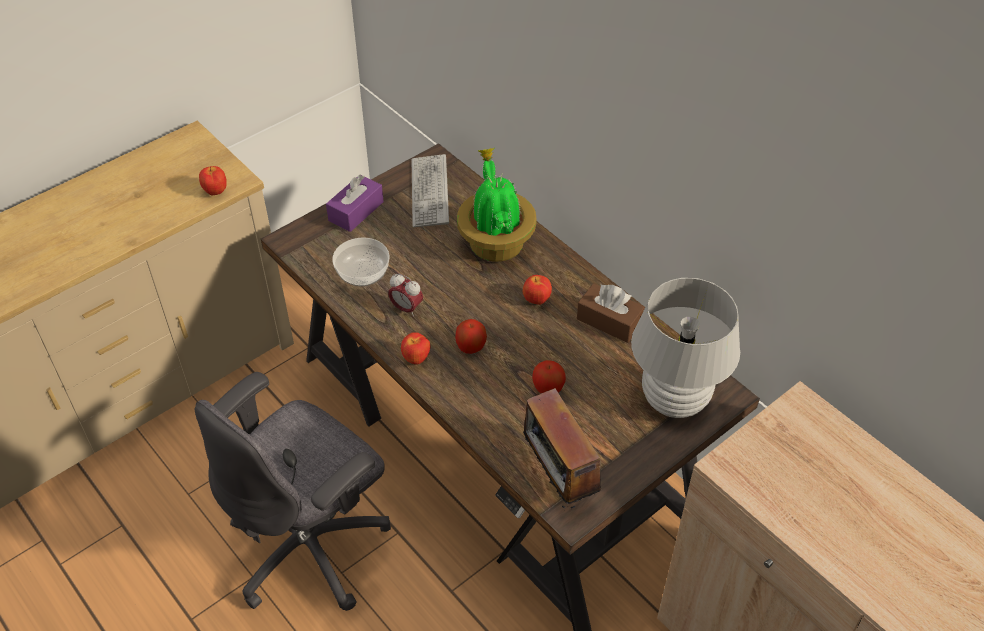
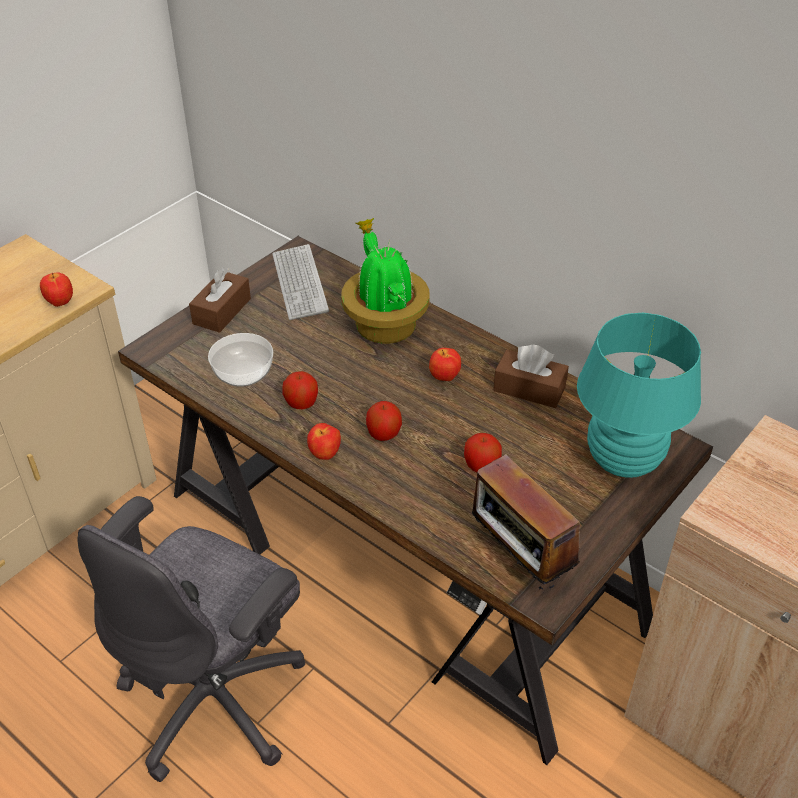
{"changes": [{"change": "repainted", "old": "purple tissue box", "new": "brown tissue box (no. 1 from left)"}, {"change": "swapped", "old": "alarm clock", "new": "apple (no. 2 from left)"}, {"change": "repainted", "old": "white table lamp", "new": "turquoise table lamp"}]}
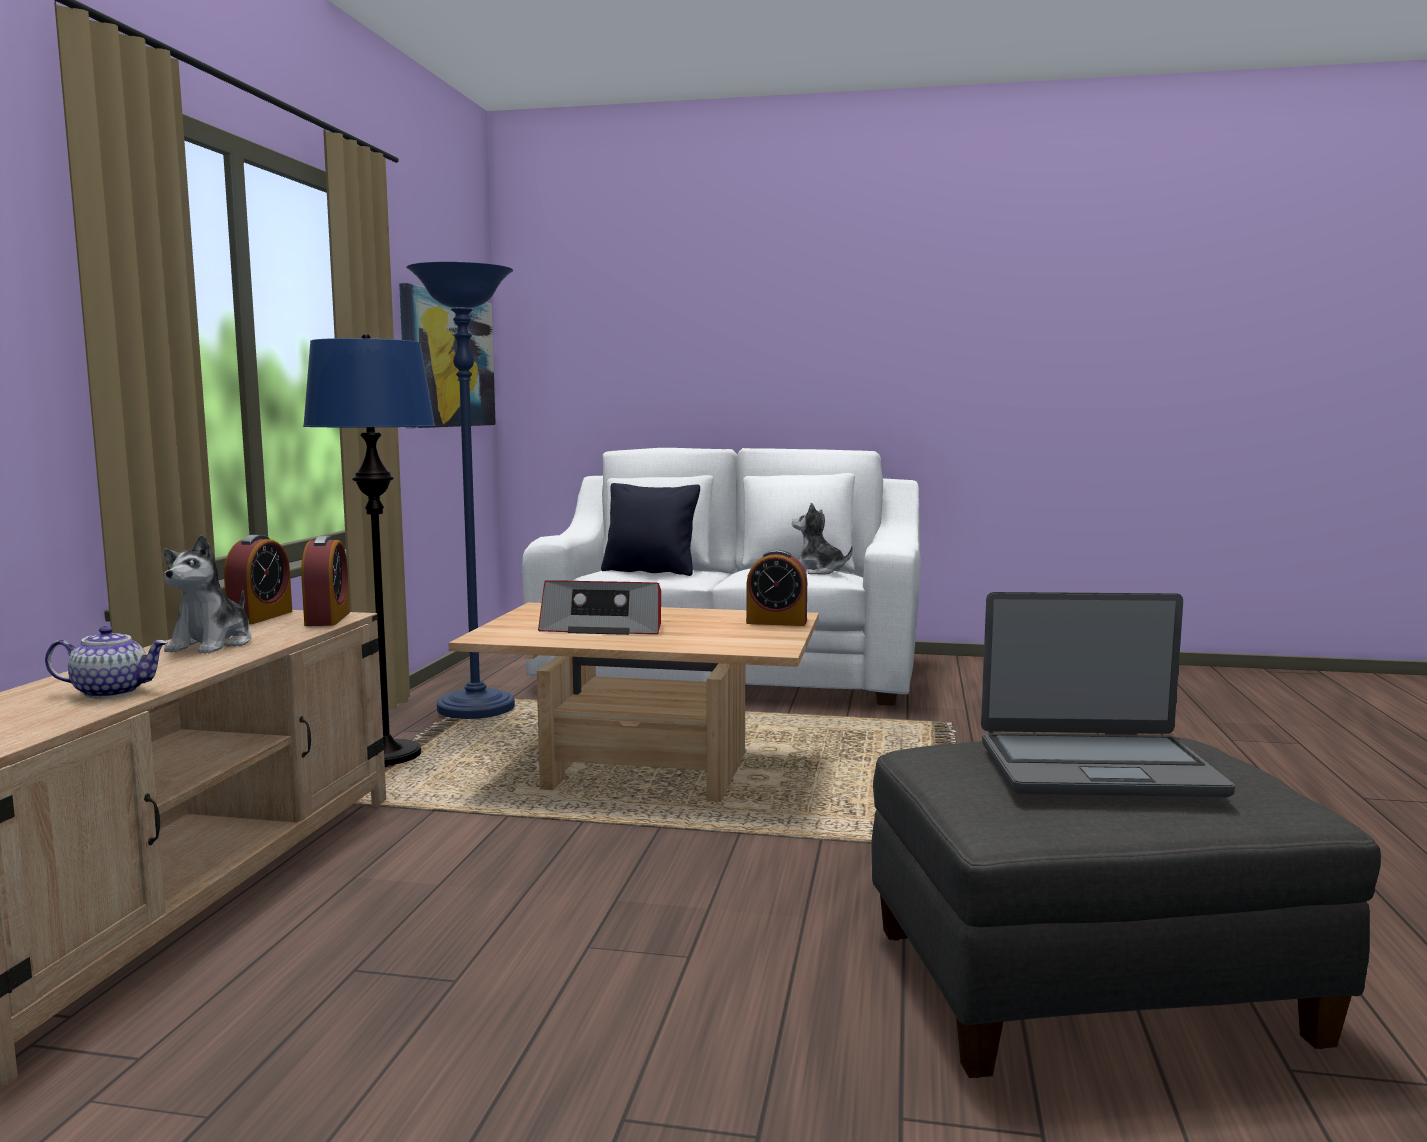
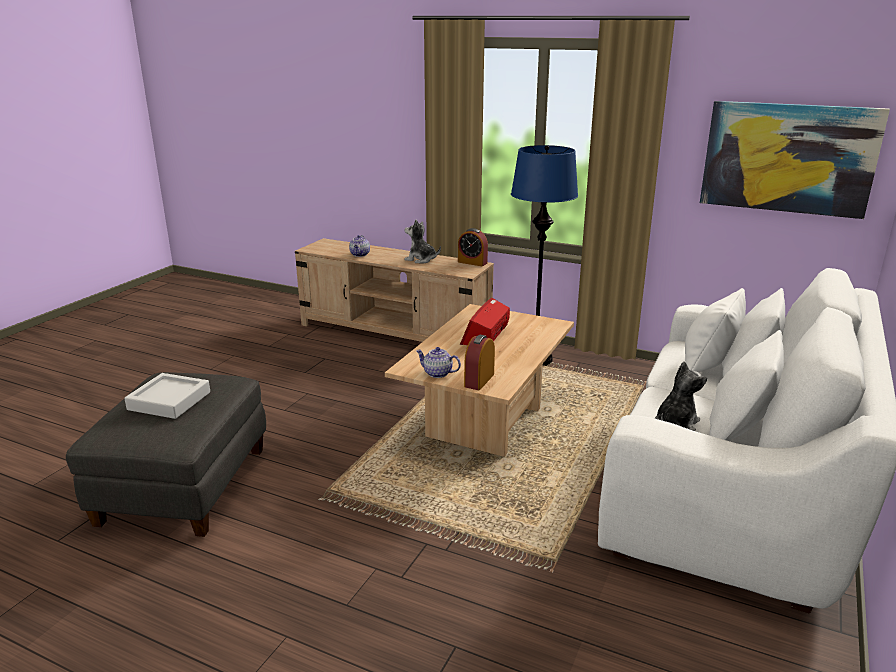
{"changes": [{"change": "swapped", "old": "laptop", "new": "grey tray"}, {"change": "new", "new": "teapot (no. 2 from left)"}, {"change": "repainted", "old": "black pillow", "new": "white pillow"}, {"change": "gone", "old": "alarm clock (no. 2 from left)"}, {"change": "gone", "old": "blue floor lamp (no. 2 from left)"}]}
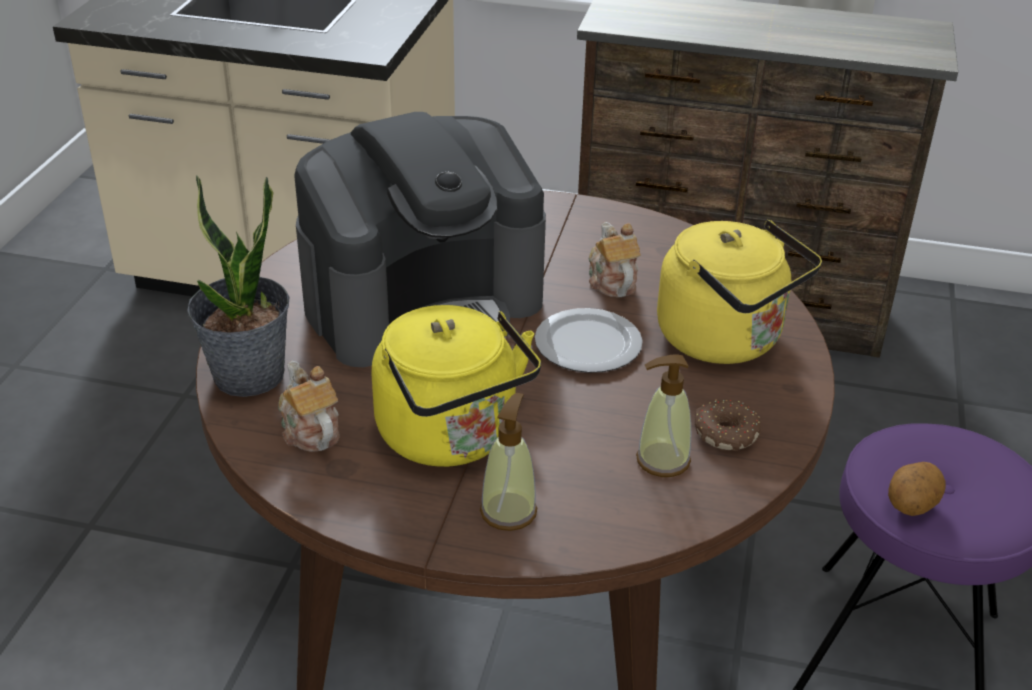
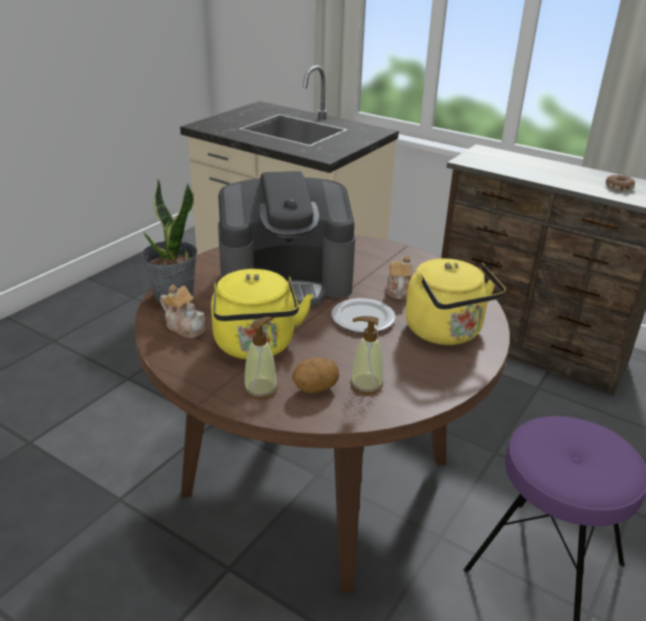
{"changes": [{"change": "rotated", "old": "teapot (no. 1 from left)", "degrees": 135}, {"change": "shifted", "old": "potato"}, {"change": "shifted", "old": "donut"}]}
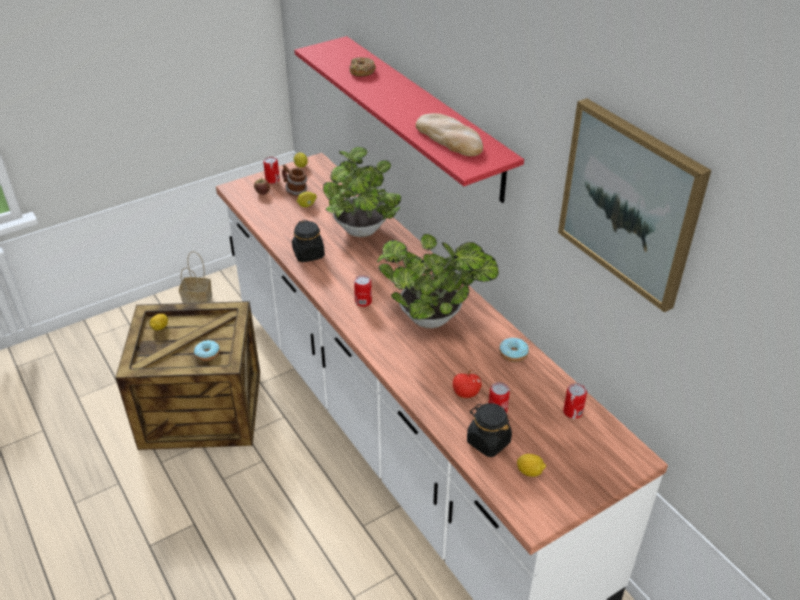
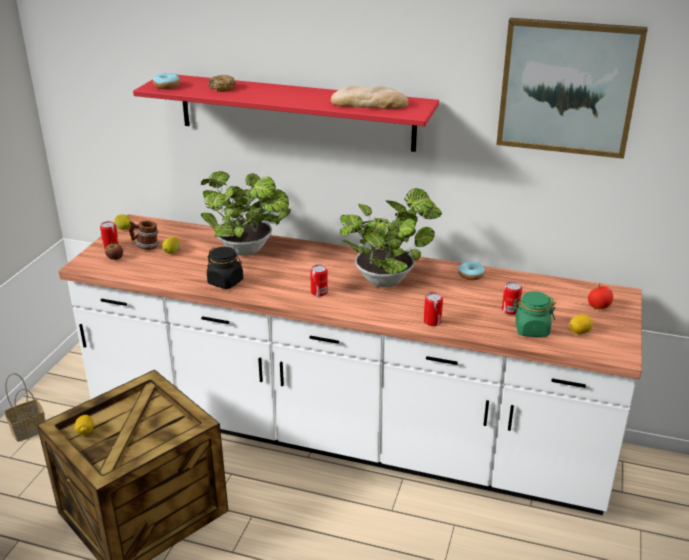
{"changes": [{"change": "shifted", "old": "donut (no. 1 from left)"}, {"change": "shifted", "old": "can (no. 4 from left in the first image)", "new": "can (no. 3 from left)"}, {"change": "repainted", "old": "black jar (no. 2 from left)", "new": "green jar"}, {"change": "shifted", "old": "apple (no. 2 from left)"}]}
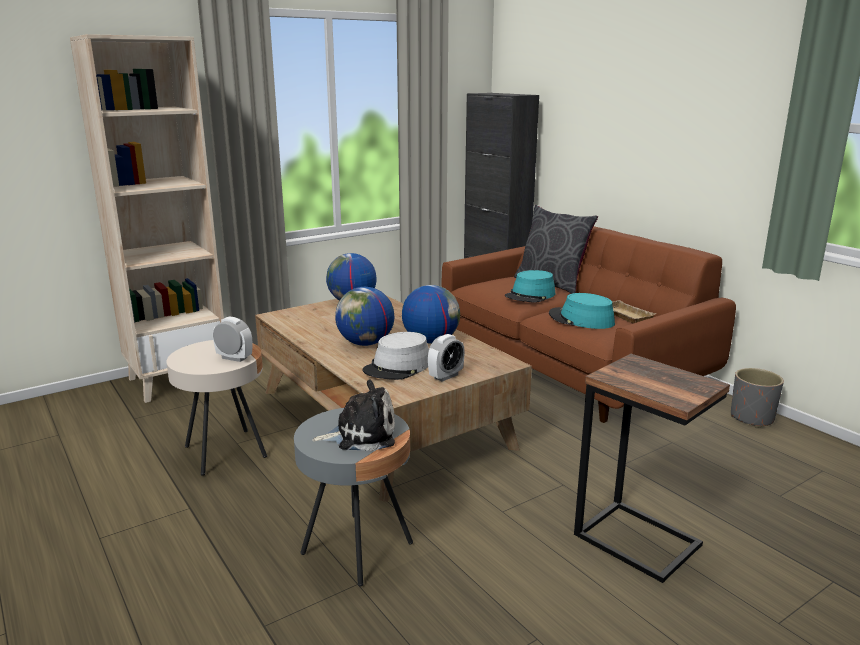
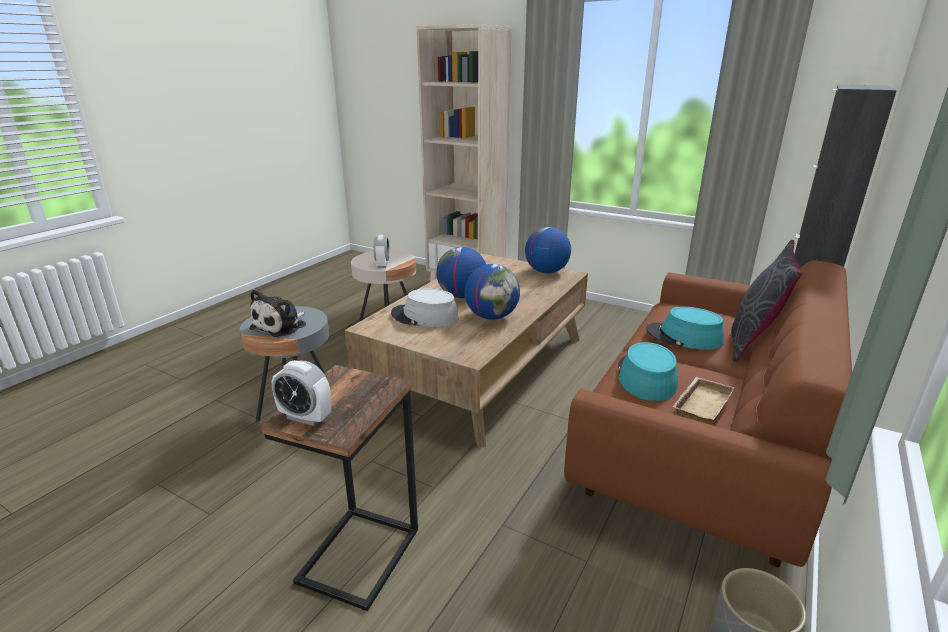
{"changes": [{"change": "rotated", "old": "plush toy", "degrees": 60}, {"change": "shifted", "old": "alarm clock (no. 2 from left in the first image)", "new": "alarm clock (no. 1 from left)"}]}
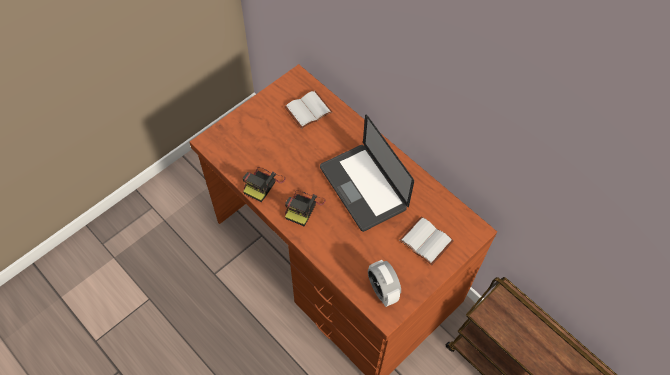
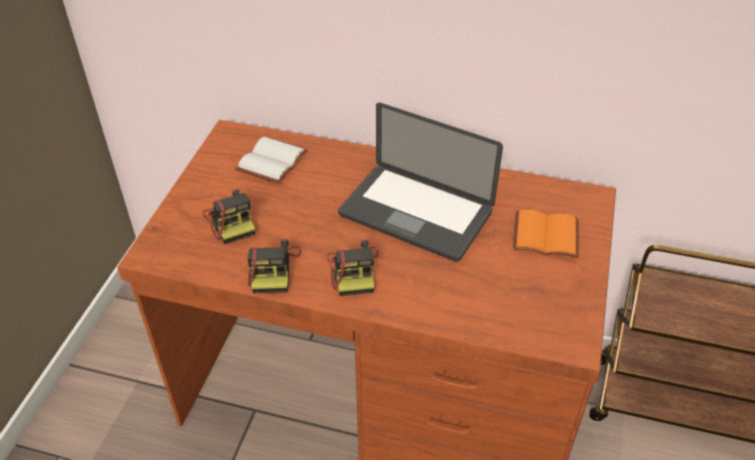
{"changes": [{"change": "new", "new": "photo camera (no. 1 from left)"}, {"change": "repainted", "old": "white book (no. 2 from left)", "new": "orange book"}, {"change": "gone", "old": "alarm clock"}]}
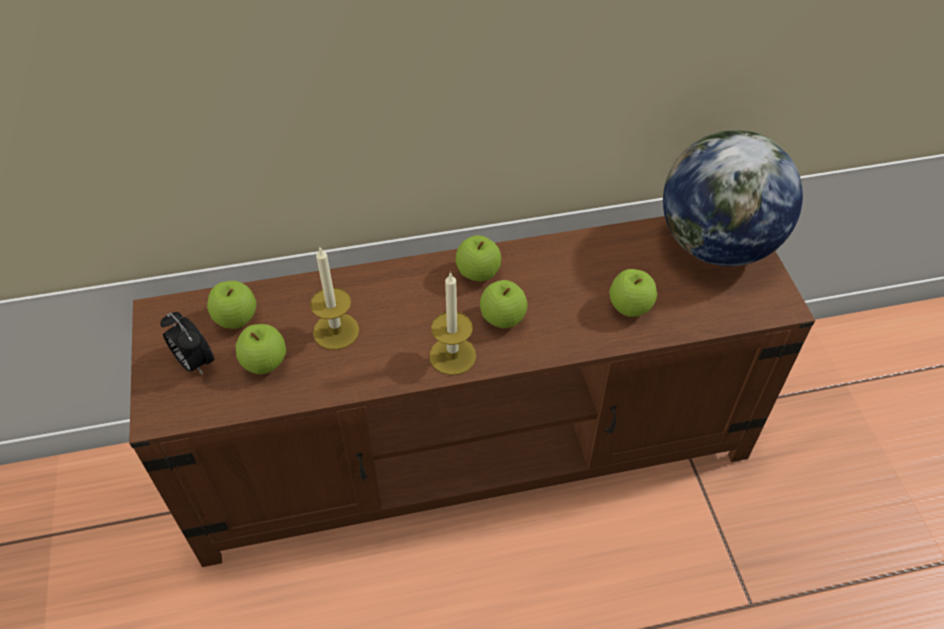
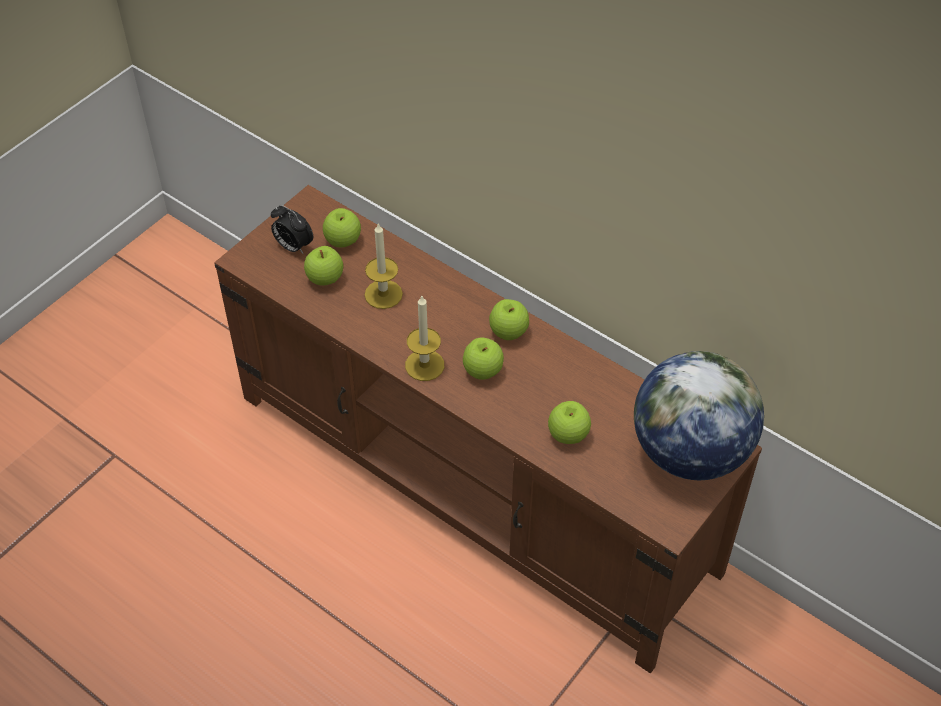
{"changes": [{"change": "rotated", "old": "alarm clock", "degrees": -60}]}
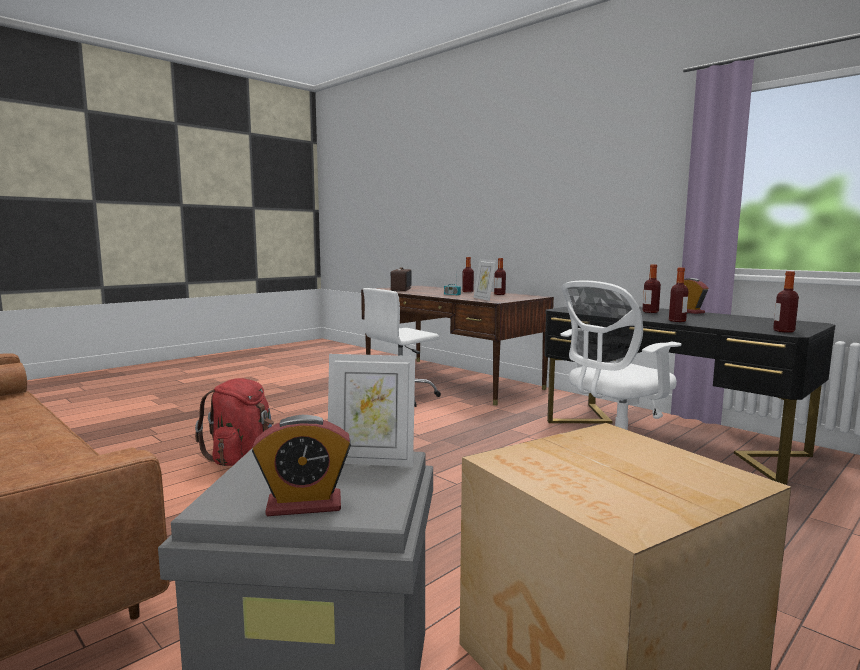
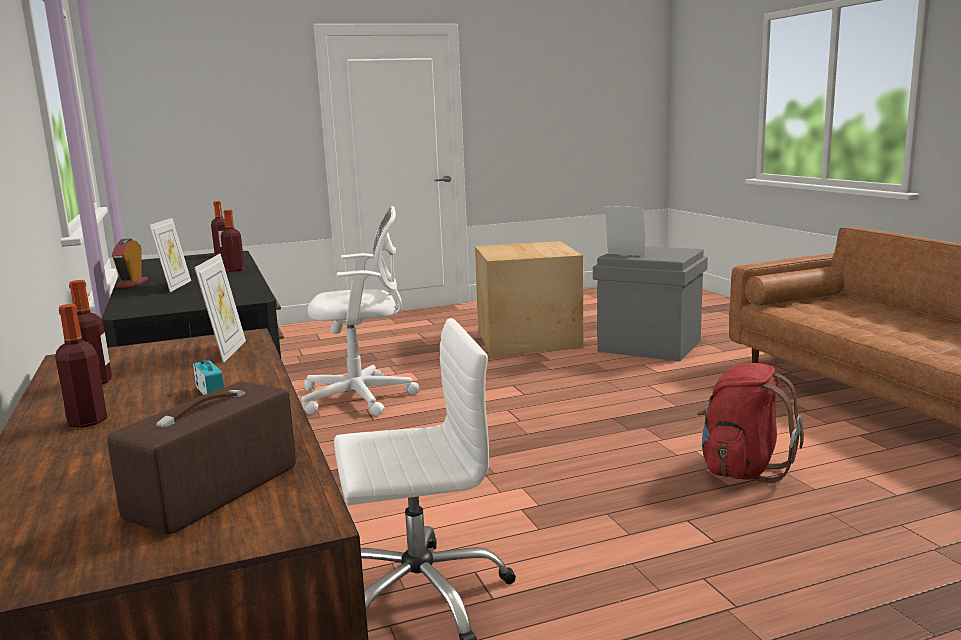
{"changes": [{"change": "swapped", "old": "bottle (no. 3 from left)", "new": "picture frame (no. 1 from left)"}, {"change": "gone", "old": "alarm clock (no. 1 from left)"}]}
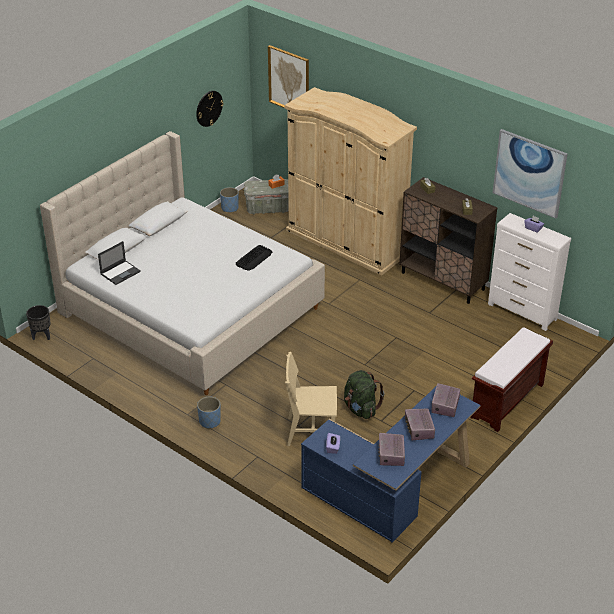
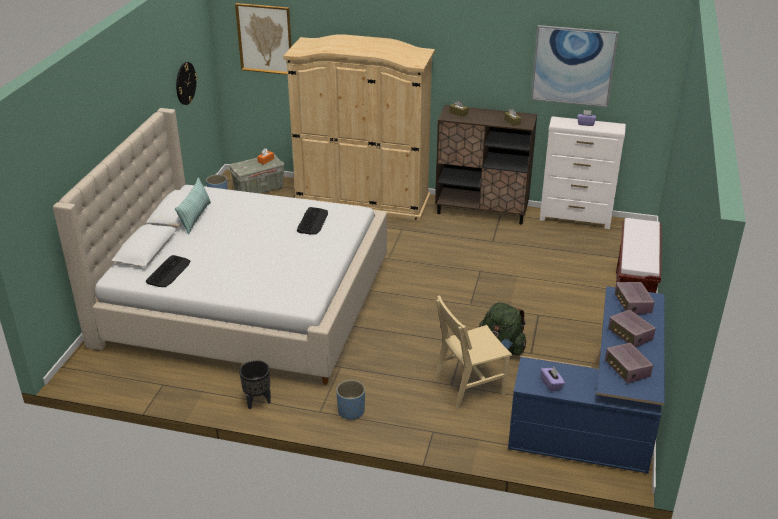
{"changes": [{"change": "swapped", "old": "laptop", "new": "keyboard (no. 1 from left)"}, {"change": "new", "new": "pillow"}, {"change": "shifted", "old": "black planter"}]}
